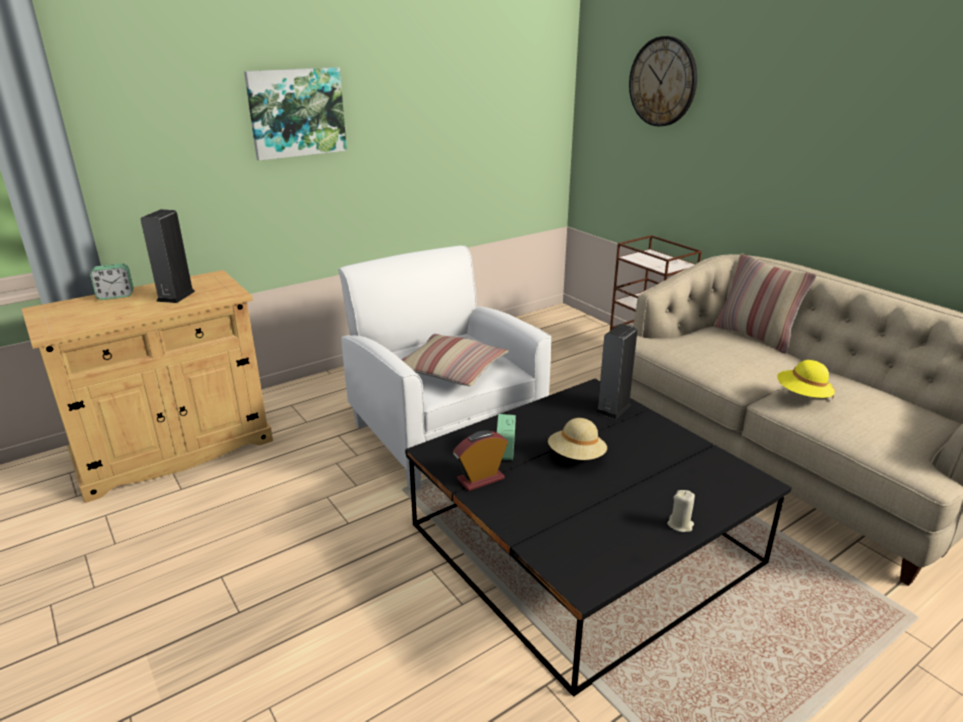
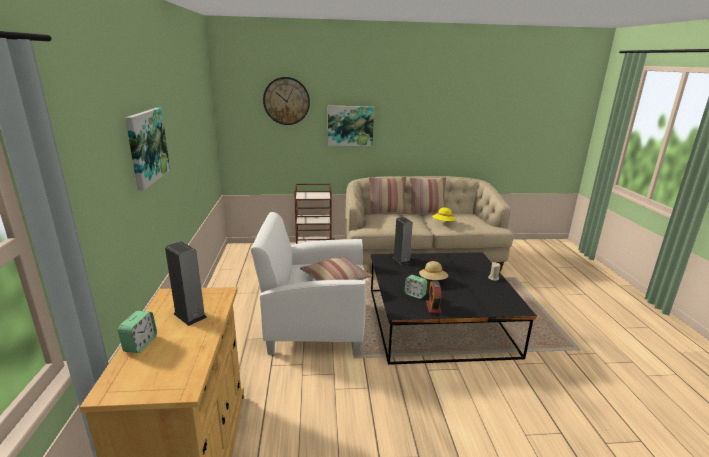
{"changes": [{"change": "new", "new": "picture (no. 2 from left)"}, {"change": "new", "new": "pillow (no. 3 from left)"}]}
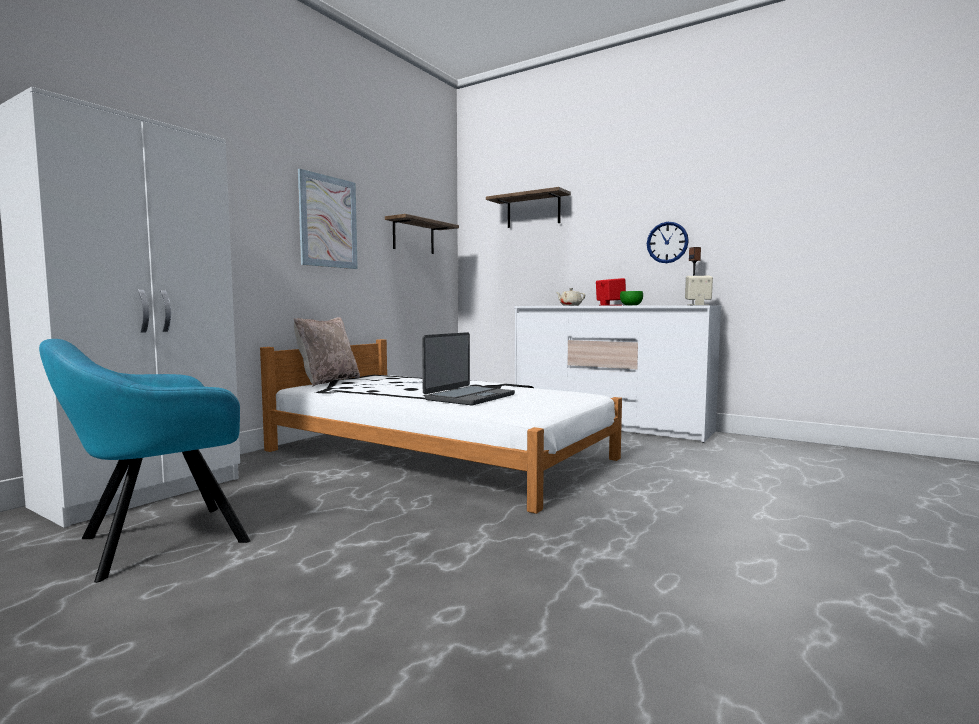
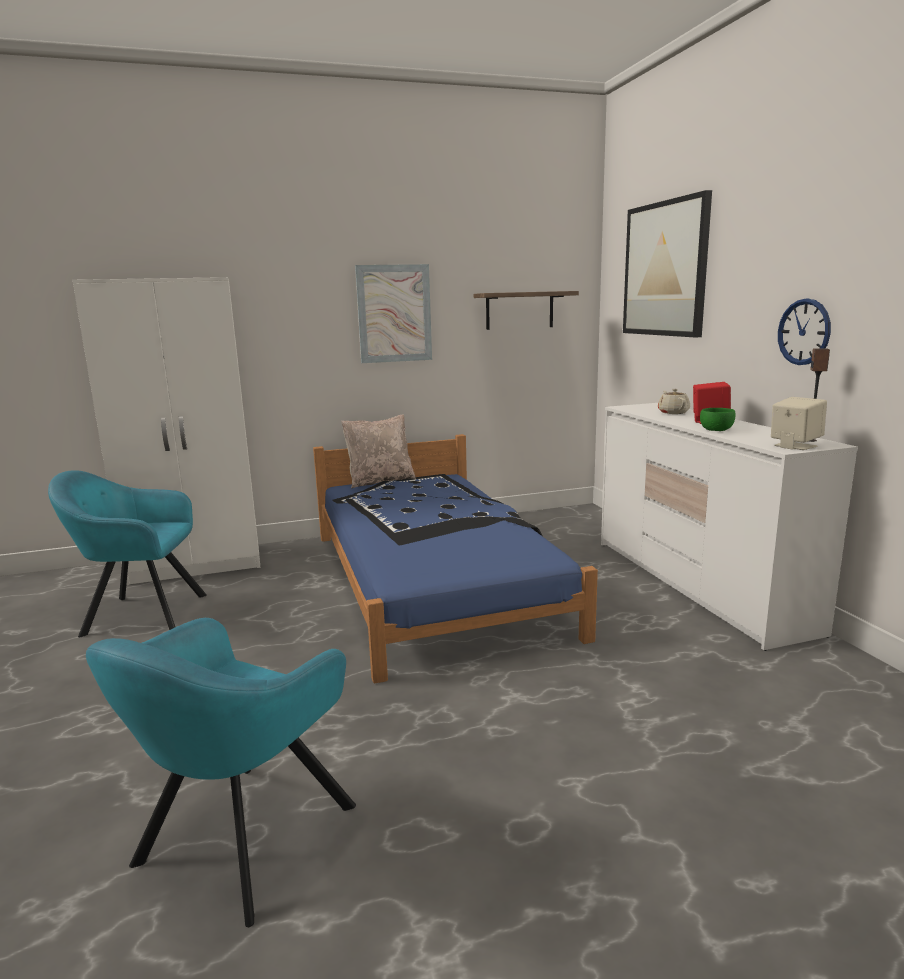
{"changes": [{"change": "new", "new": "turquoise armchair (no. 2 from left)"}, {"change": "repainted", "old": "white bed", "new": "blue bed"}, {"change": "swapped", "old": "shelf (no. 2 from left)", "new": "picture (no. 2 from left)"}, {"change": "gone", "old": "laptop"}]}
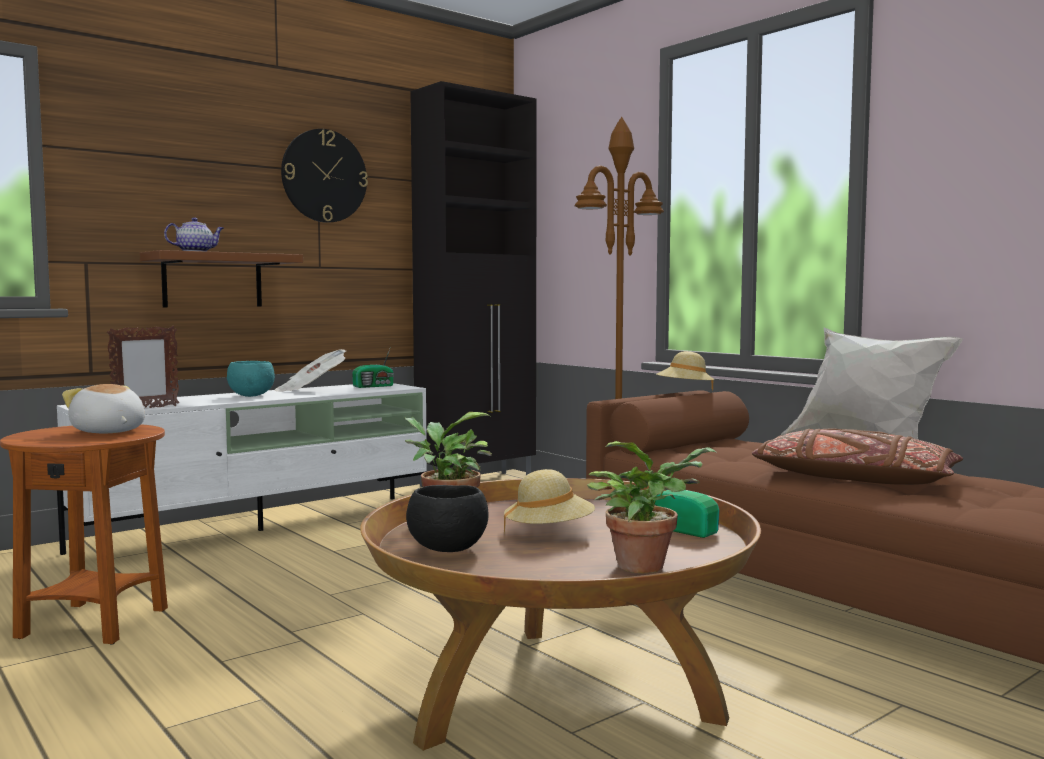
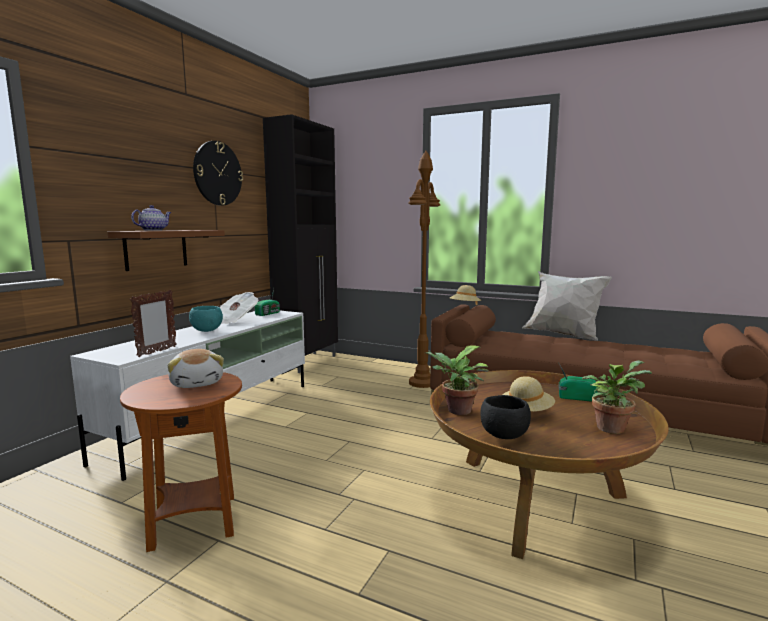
{"changes": [{"change": "rotated", "old": "plush toy", "degrees": -135}, {"change": "gone", "old": "brown pillow"}]}
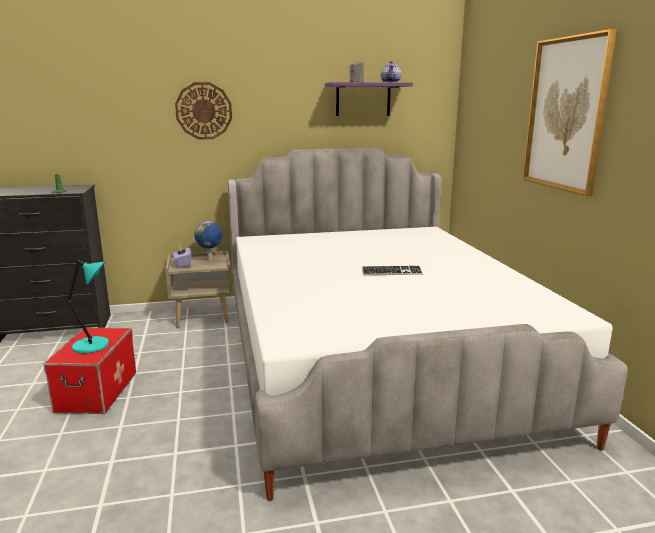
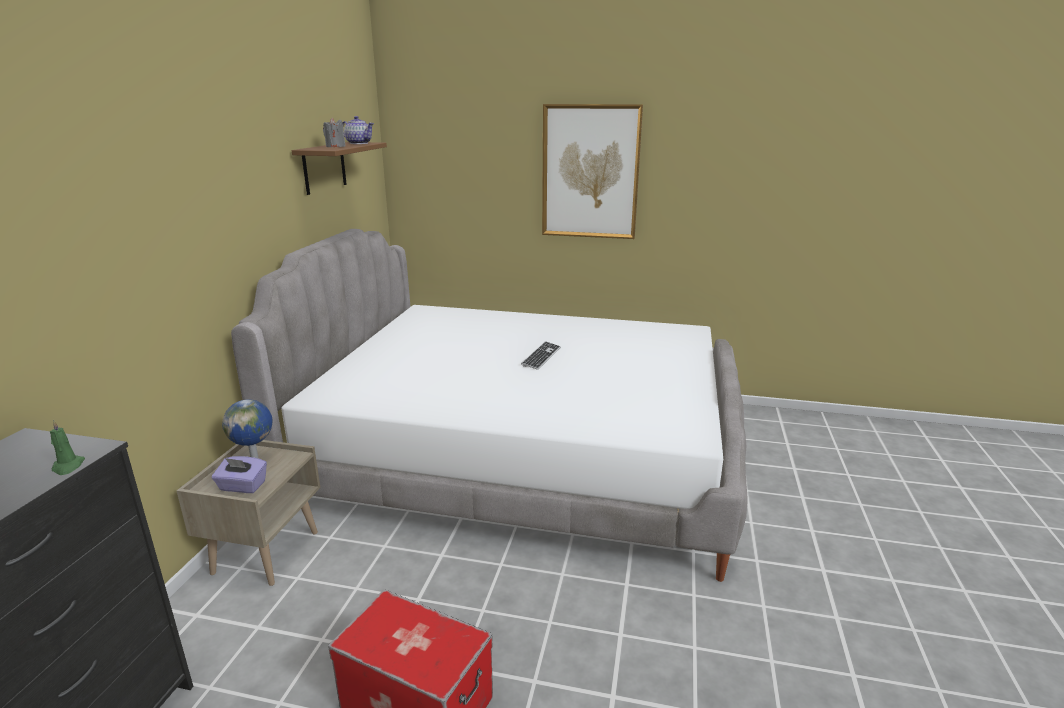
{"changes": [{"change": "repainted", "old": "purple shelf", "new": "brown shelf"}, {"change": "gone", "old": "turquoise table lamp"}, {"change": "gone", "old": "wall clock"}]}
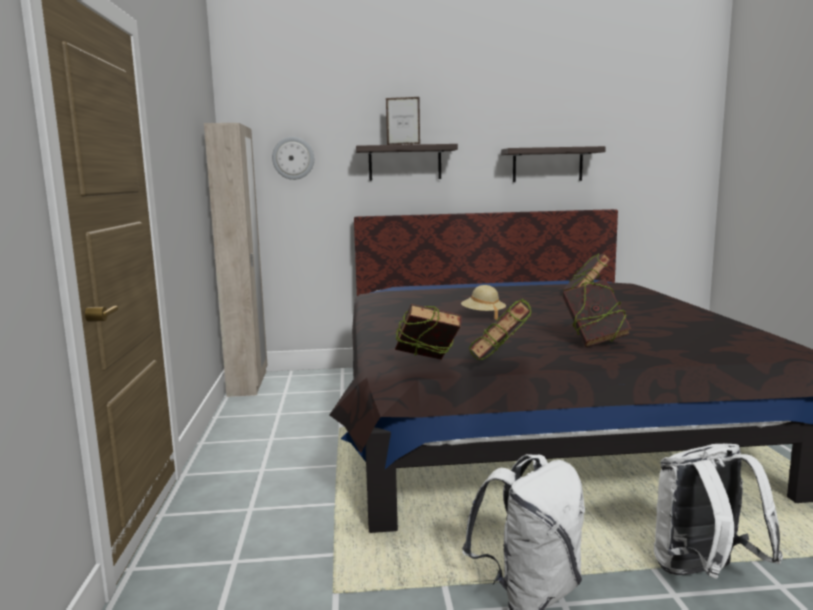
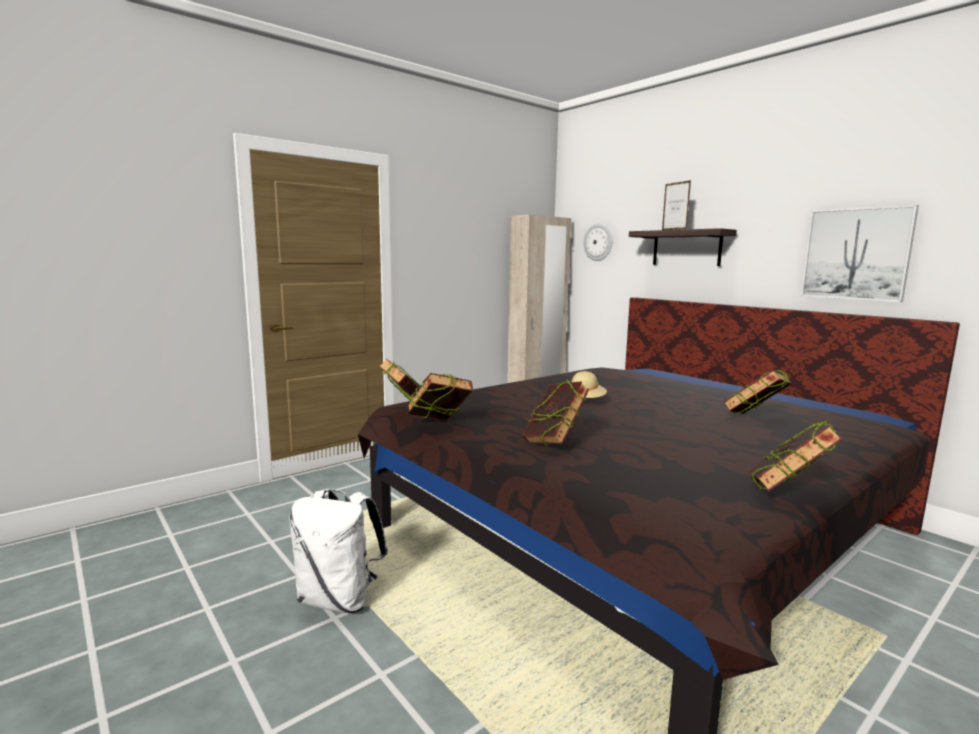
{"changes": [{"change": "new", "new": "book (no. 5 from left)"}, {"change": "swapped", "old": "shelf (no. 2 from left)", "new": "picture"}, {"change": "gone", "old": "white backpack (no. 2 from left)"}]}
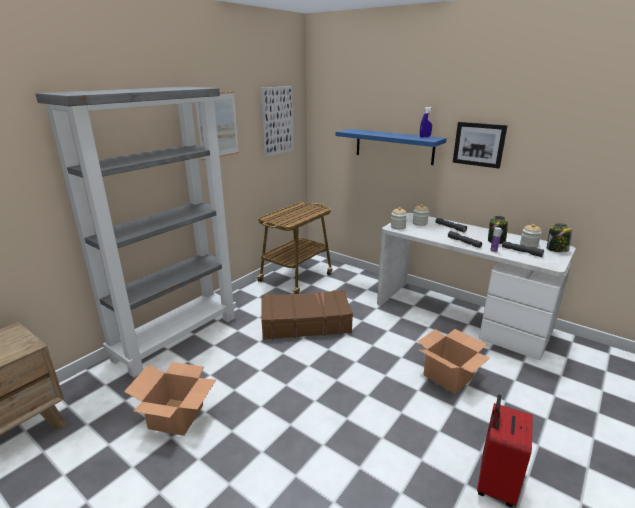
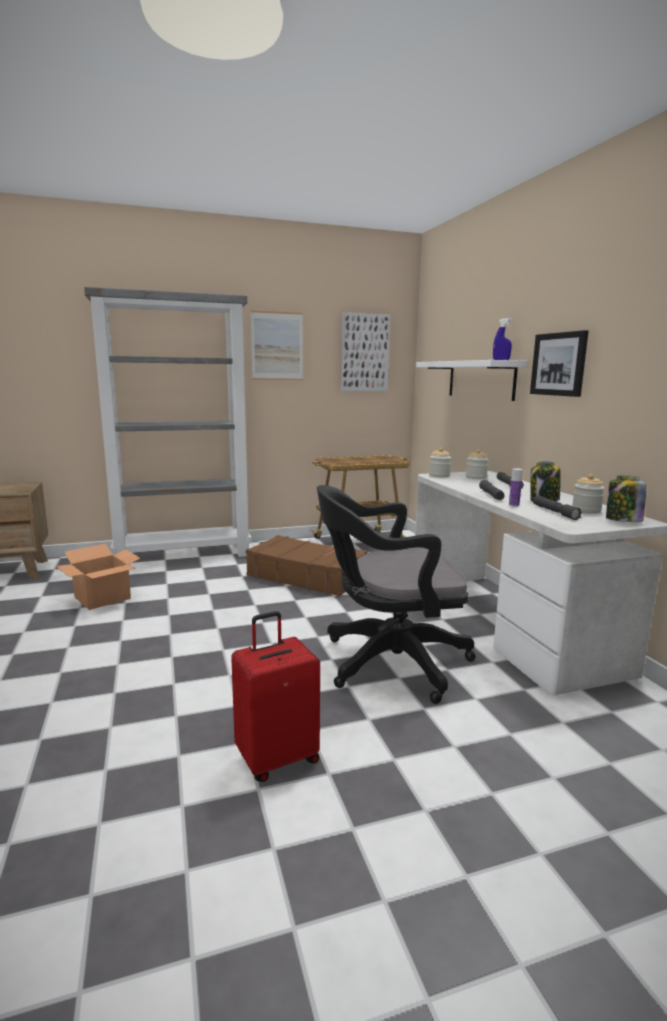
{"changes": [{"change": "swapped", "old": "cardboard box (no. 2 from left)", "new": "black office chair"}, {"change": "repainted", "old": "blue shelf", "new": "white shelf"}]}
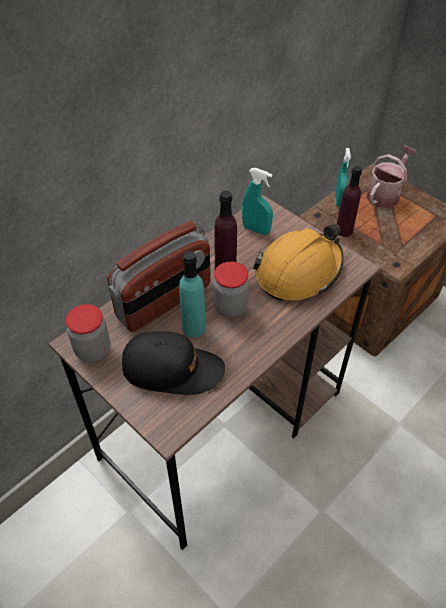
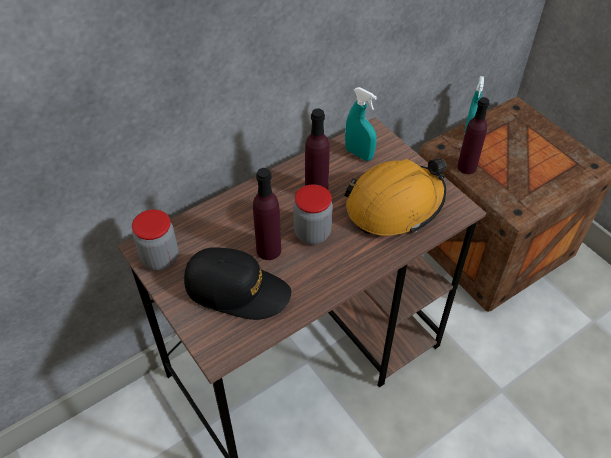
{"changes": [{"change": "repainted", "old": "turquoise bottle", "new": "purple bottle (no. 1 from left)"}, {"change": "gone", "old": "radio"}, {"change": "gone", "old": "watering can"}]}
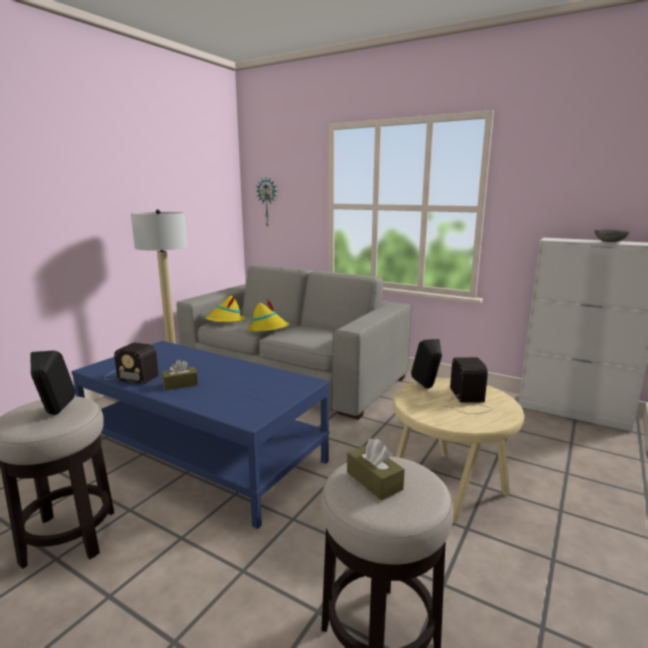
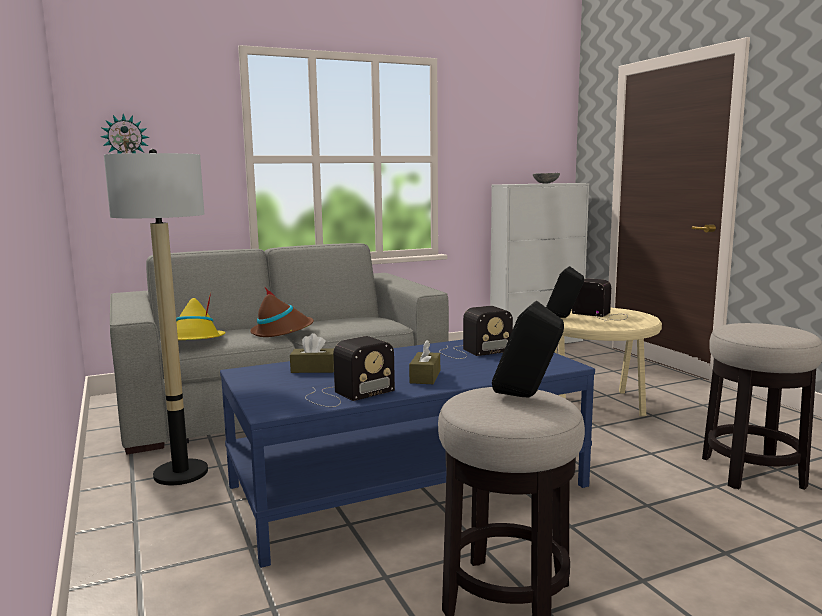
{"changes": [{"change": "repainted", "old": "yellow hat (no. 2 from left)", "new": "brown hat"}, {"change": "shifted", "old": "brown tissue box (no. 2 from left in the first image)", "new": "brown tissue box (no. 1 from left)"}, {"change": "new", "new": "radio (no. 2 from left)"}]}
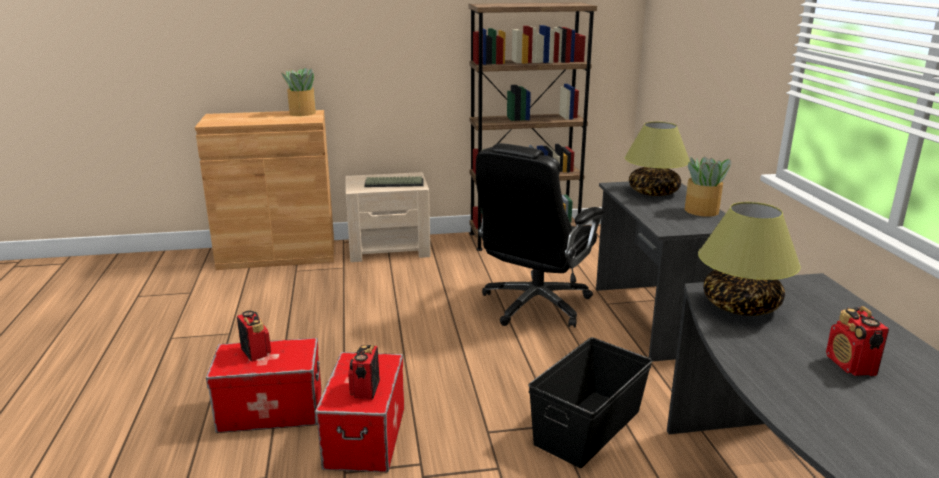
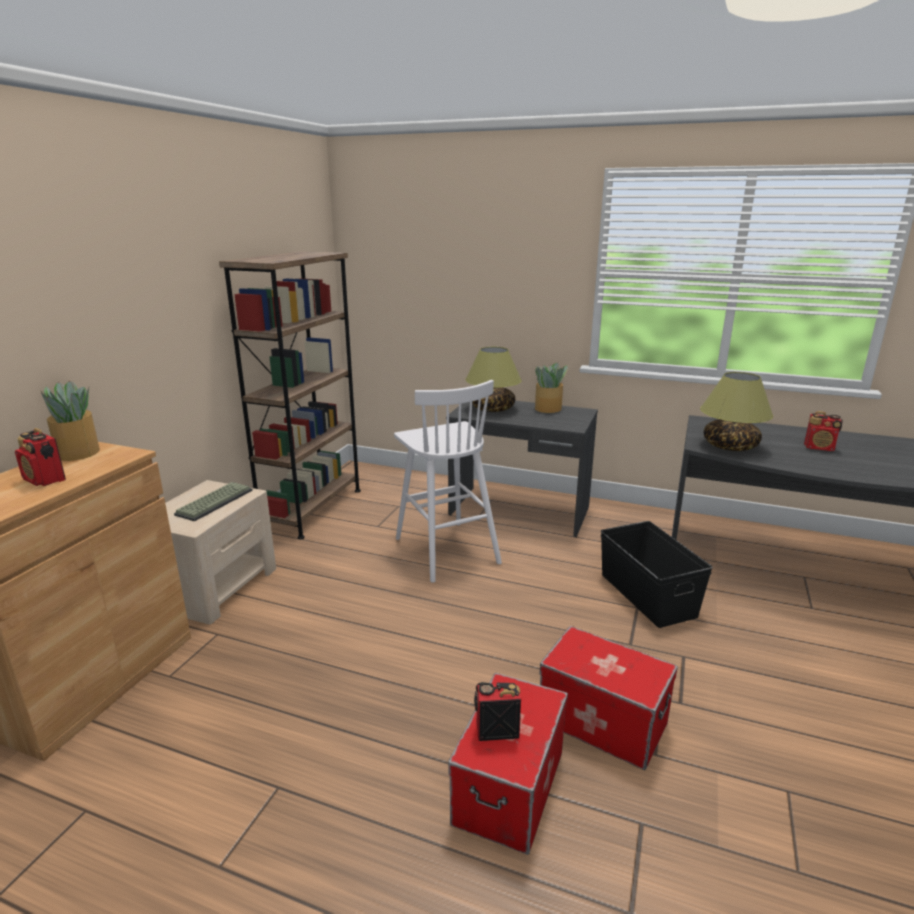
{"changes": [{"change": "shifted", "old": "radio (no. 2 from left in the first image)", "new": "radio (no. 1 from left)"}, {"change": "swapped", "old": "black office chair", "new": "white stool"}]}
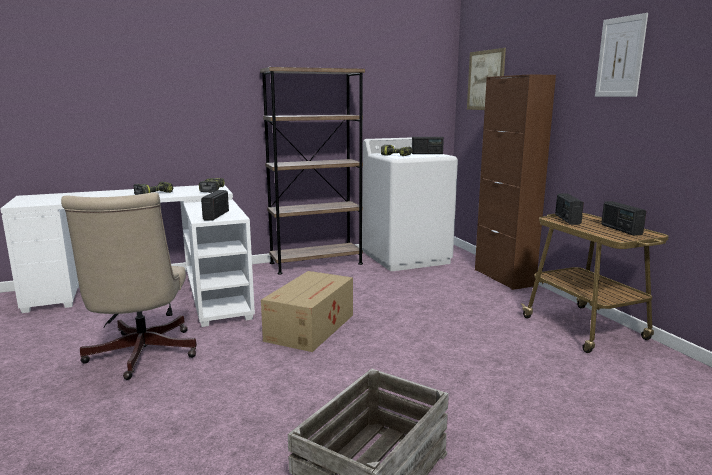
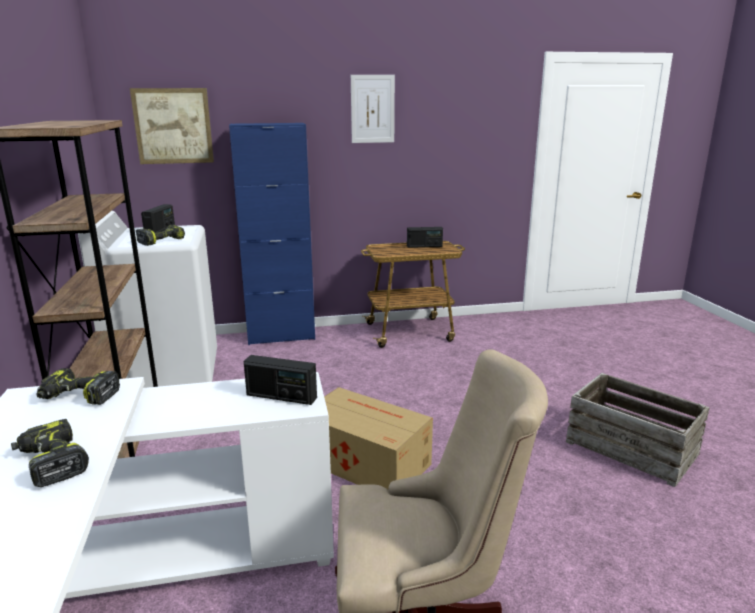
{"changes": [{"change": "repainted", "old": "brown cabinet", "new": "blue cabinet"}, {"change": "gone", "old": "radio (no. 3 from left)"}]}
